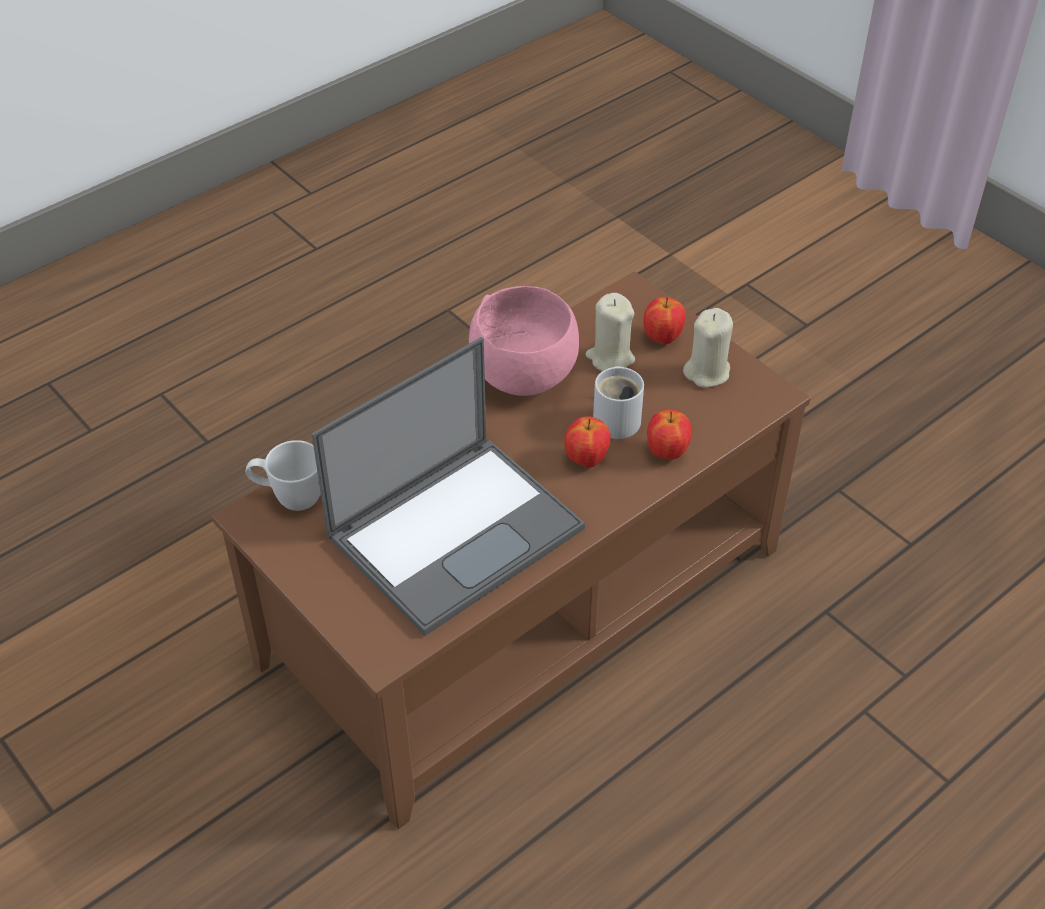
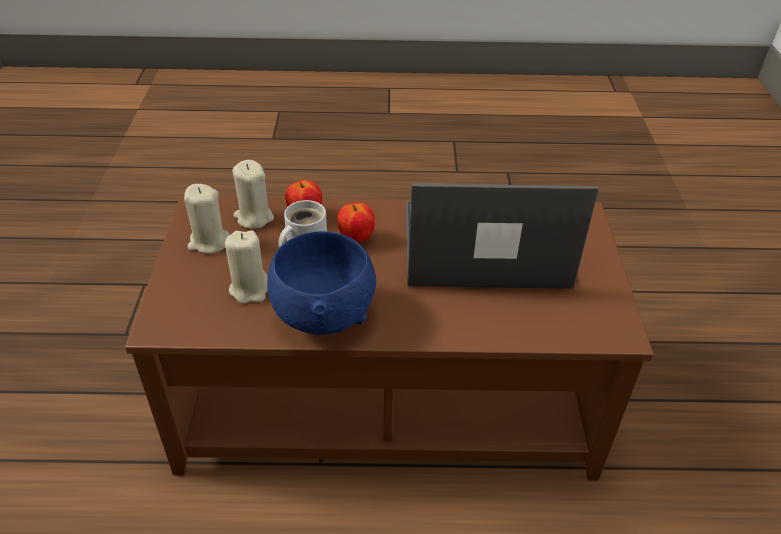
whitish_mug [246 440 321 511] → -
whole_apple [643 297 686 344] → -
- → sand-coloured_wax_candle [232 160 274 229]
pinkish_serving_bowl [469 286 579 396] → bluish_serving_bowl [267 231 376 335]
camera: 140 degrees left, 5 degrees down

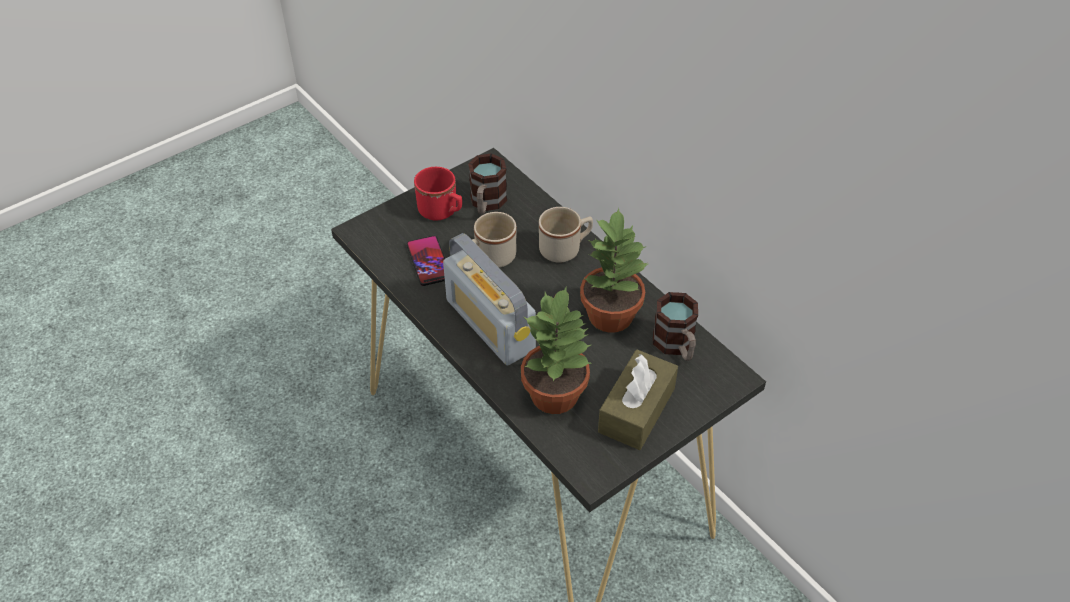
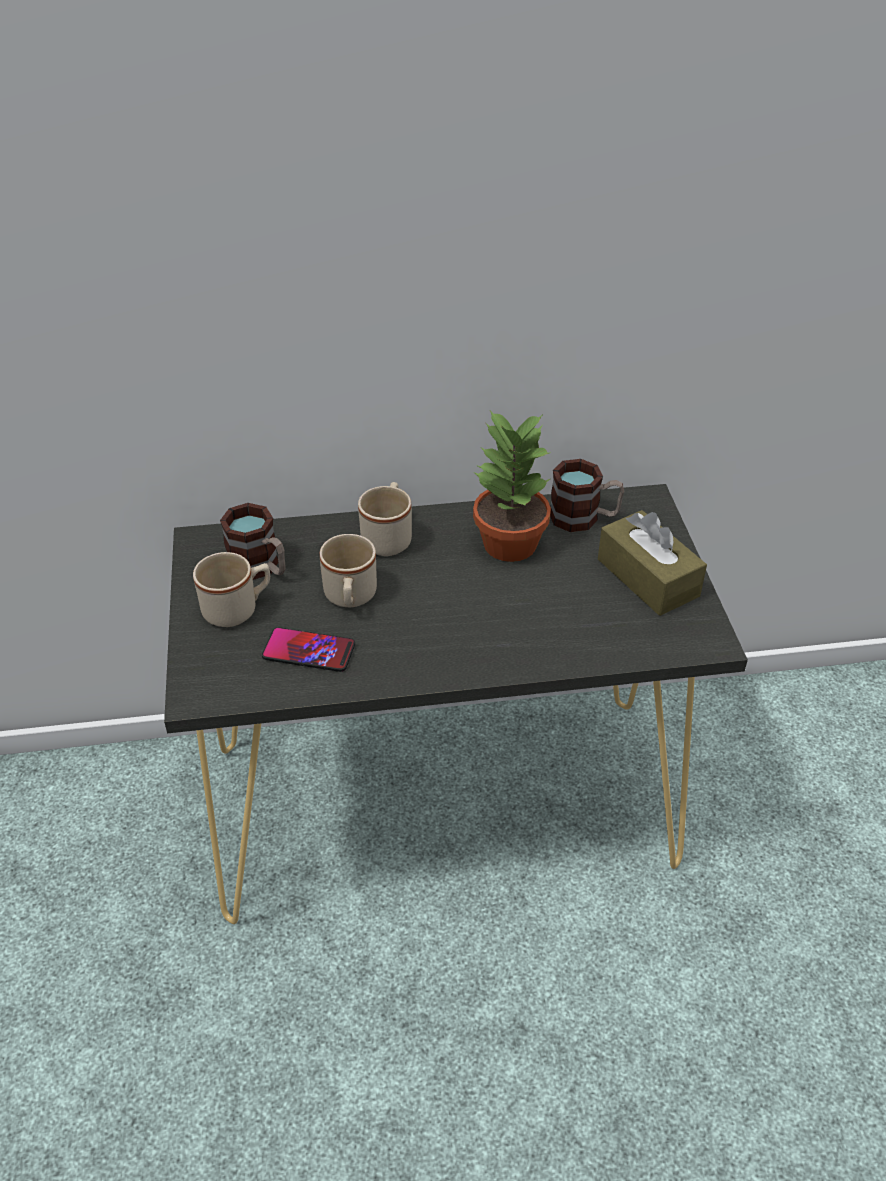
radio [443 233 536 365] → -
houseplant [521 287 591 414] → -
red-coloured_mug [414 167 462 221] → sand-coloured_mug [193 552 270 627]
camera: 60 degrees left, 5 degrees down

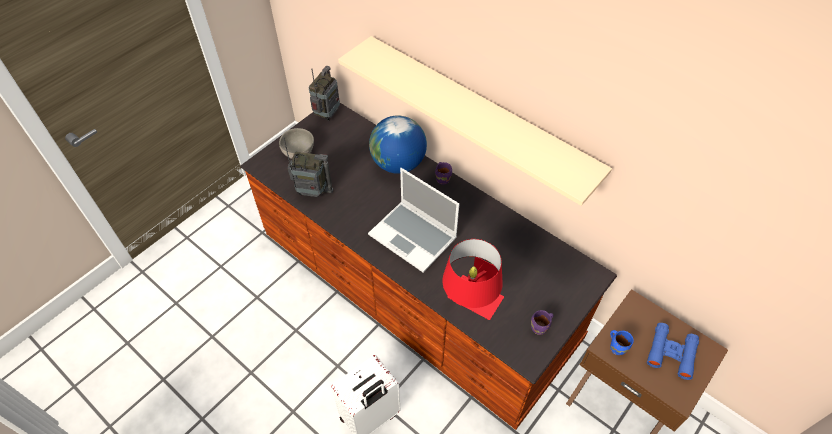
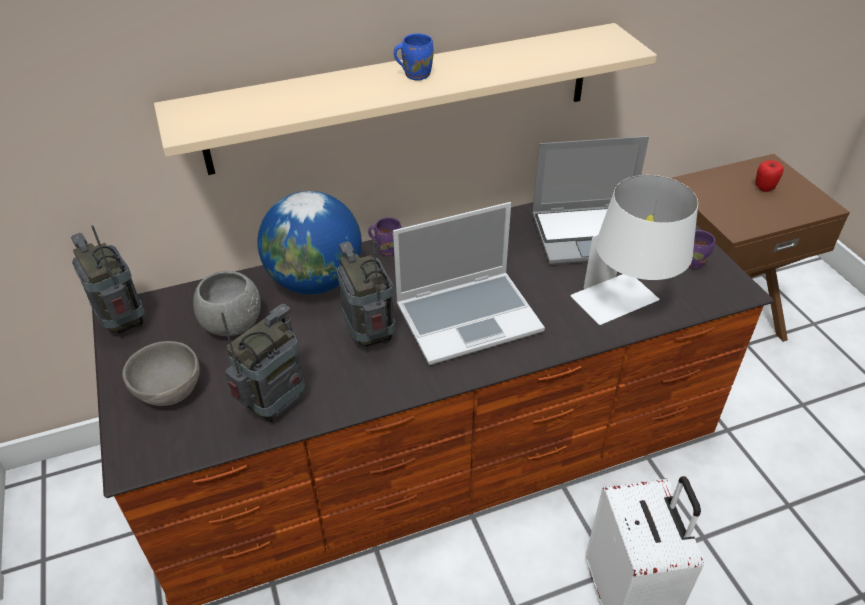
- → greyish_serving_bowl [193 271 261 336]
- → radio [337 241 395 347]
- → laptop [532 136 649 265]
bluish_mug [610 330 634 355] → bluish_mug [394 33 434 81], move
bluish_binoculars [647 323 699 380] → whole_apple [755 160 784 192]
red-coloured_tabletop_lamp [442 239 504 320] → whitish_tabletop_lamp [571 175 698 325]
camera: 60 degrees left, 10 degrees down

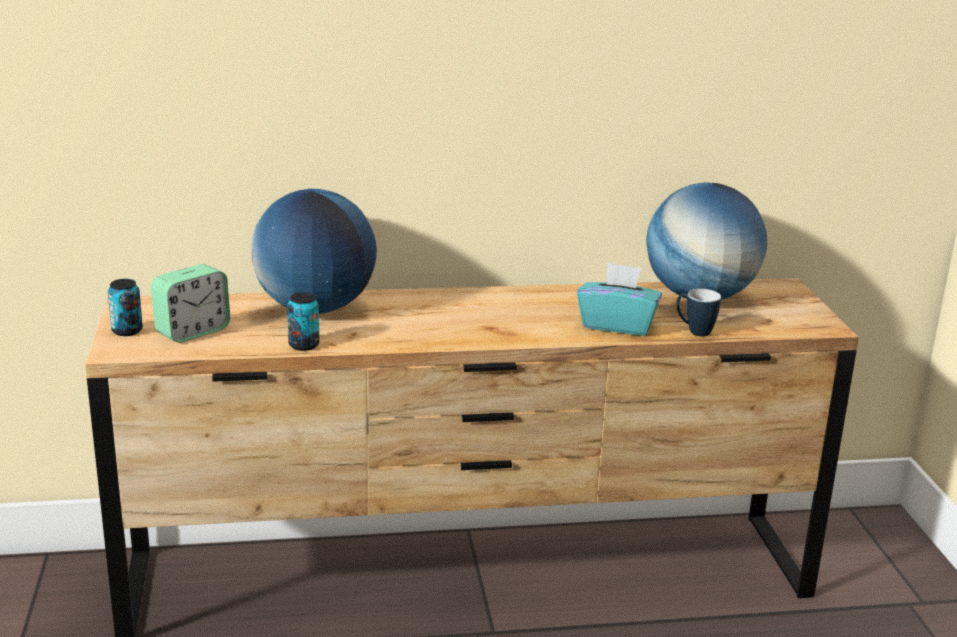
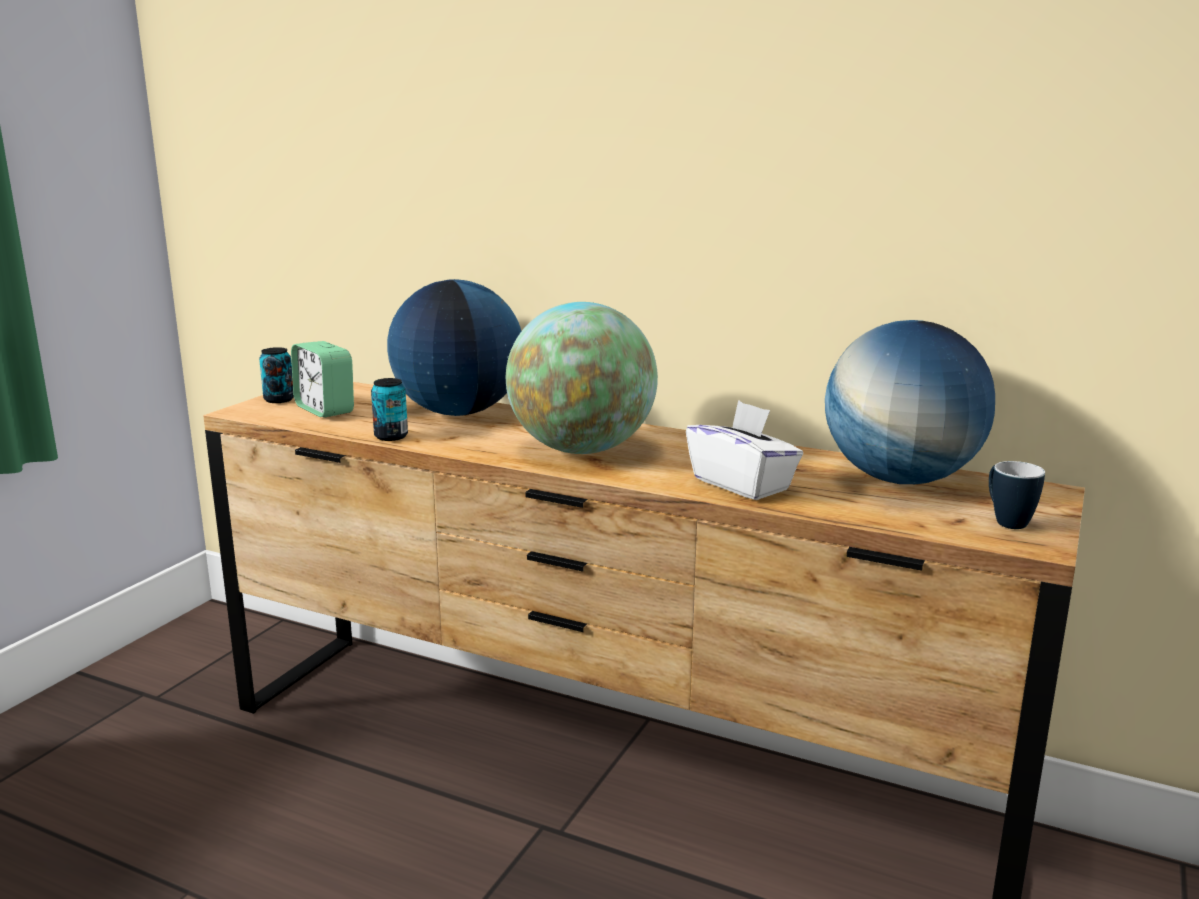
- → world_globe [506 302 658 454]
mug [677 289 721 336] → mug [989 461 1045 529], move
turquoise_tissue_holder [577 263 662 336] → whitish_tissue_holder [686 400 803 500]
alarm_clock [151 264 230 343] → alarm_clock [291 341 354 418], 60 degrees clockwise
camera: 35 degrees right, 5 degrees down

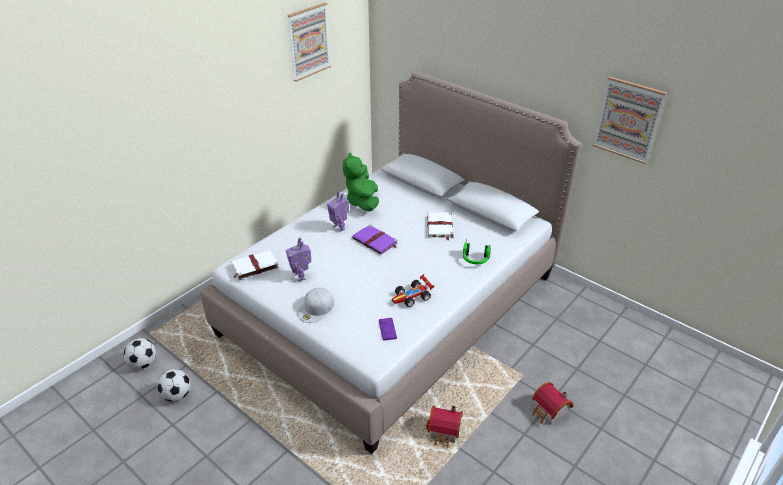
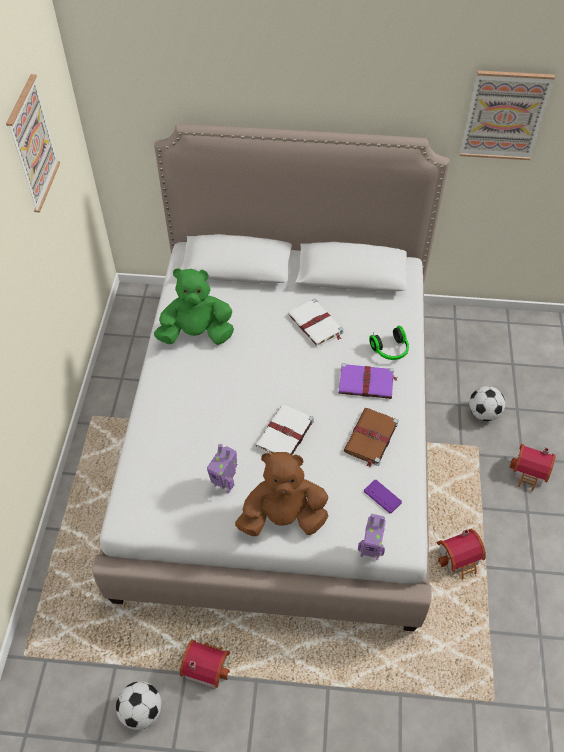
- → model_house [180 640 230 689]
football_ball [124 338 156 369] → football_ball [469 386 505 421], move
whitish_book [231 250 279 280] → whitish_book [255 404 314 455], move
toy_robot [327 191 349 232] → toy_robot [358 514 386 560], move
purple_book [352 224 398 255] → purple_book [339 363 398 399], move
whitish_cap [297 288 334 323] → brown-coloured_soft_toy [235 452 328 536]
model_car [392 274 434 307] → brown-coloured_book [344 408 399 467]
greenish_soft_toy [343 152 379 211] → greenish_soft_toy [154 268 234 345], 120 degrees clockwise
camera: 35 degrees left, 15 degrees up

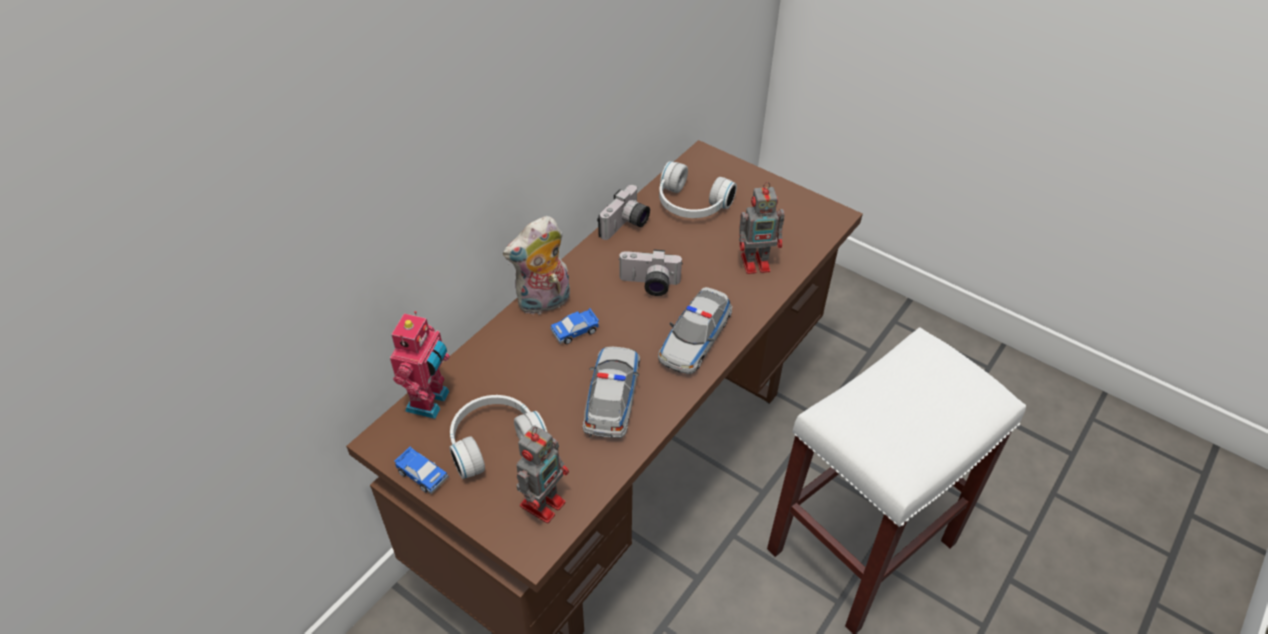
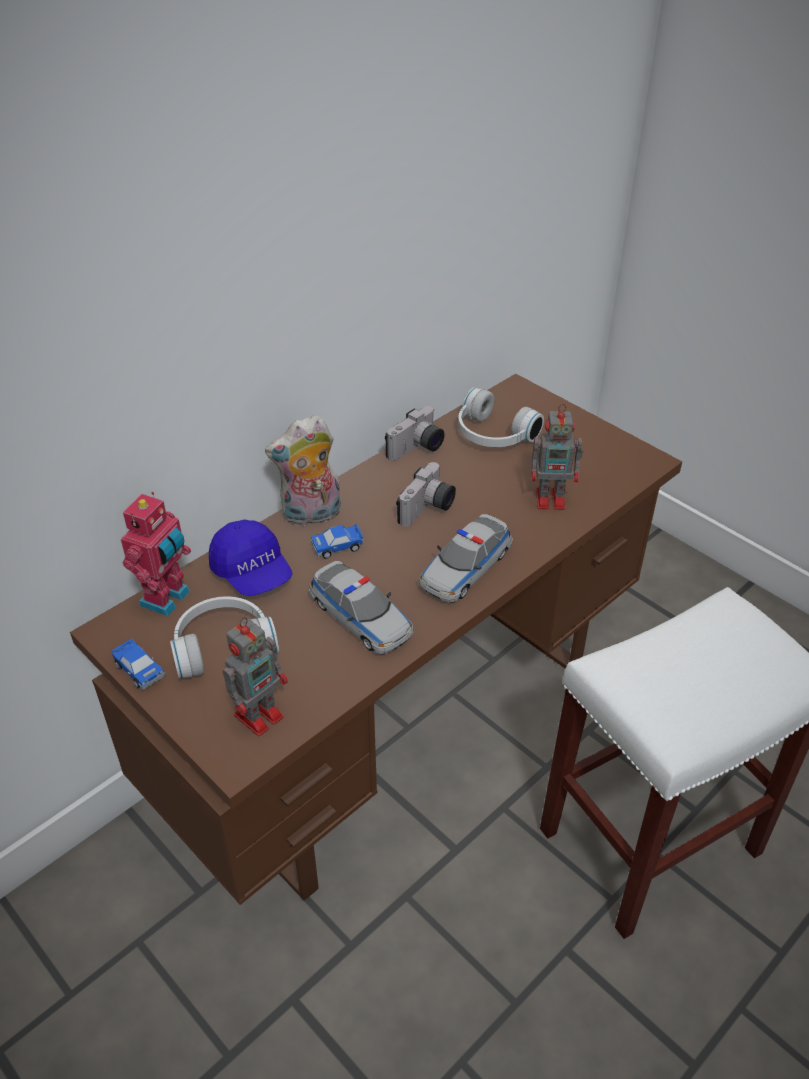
- → bluish_cap [209 519 293 596]
model_car [583 346 640 438] → model_car [308 561 414 654], 120 degrees clockwise
still_camera [618 249 682 296] → still_camera [396 462 456 527], 75 degrees counterclockwise
camera: 10 degrees right, 5 degrees down

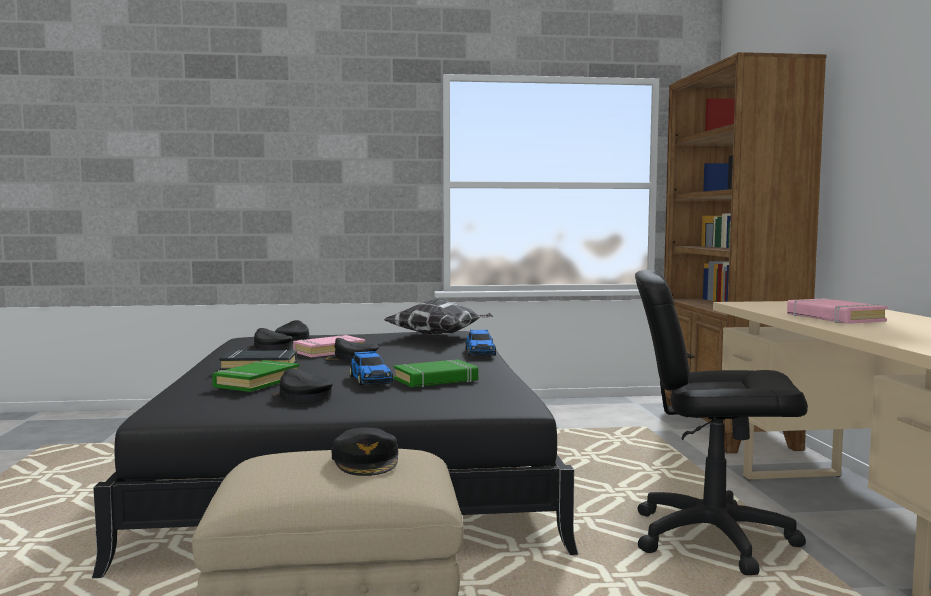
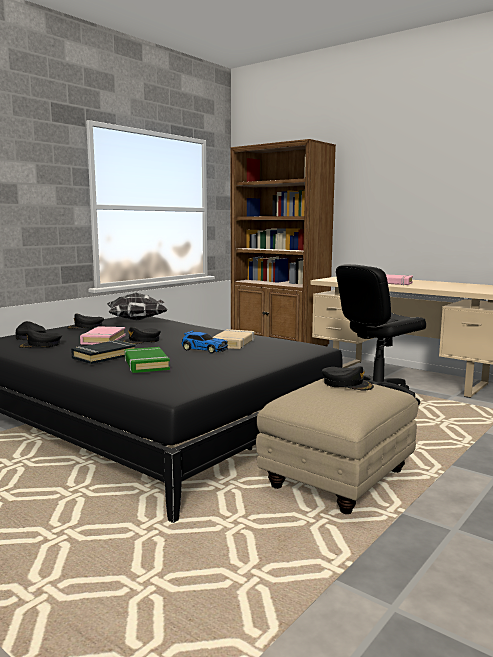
model_car [465 330 496 356] → -
black_cap [271 368 333 402] → black_cap [67 314 104 329], move
greenish_book [394 359 478 387] → sand-coloured_book [213 329 255 349]
camera: 45 degrees left, 5 degrees up

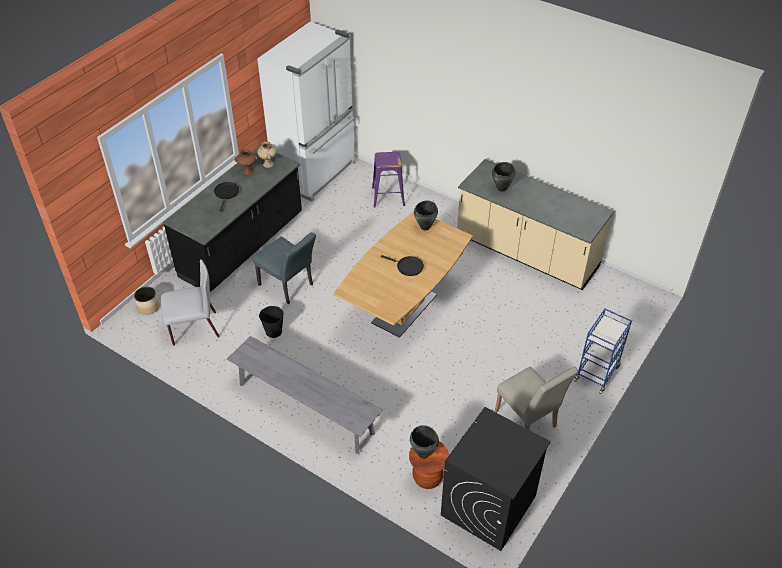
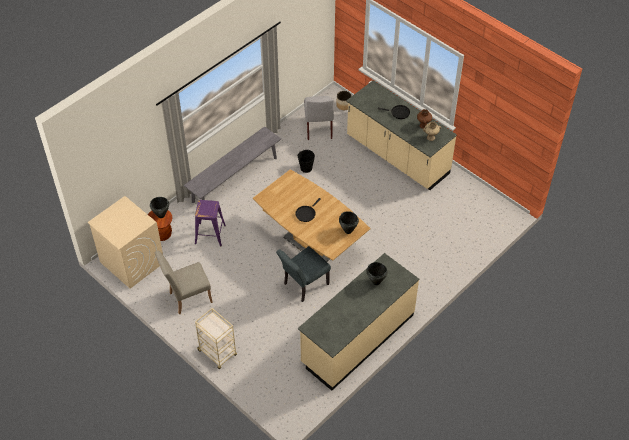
whitish_refrigerator [257 22 356 202] → -
greyish_upright_chair [253 232 316 304] → greyish_upright_chair [276 246 331 302], move
purple_sitting_stool [372 152 405 208] → purple_sitting_stool [195 200 226 246], move
black_counter [163 146 302 292] → sand-coloured_counter [346 80 457 190]
black_washing_machine [441 407 551 551] → sand-coloured_washing_machine [88 196 163 289]
bluish_wheeled_cart [574 309 632 394] → sand-coloured_wheeled_cart [195 308 237 369]
camera: 100 degrees right, 5 degrees up

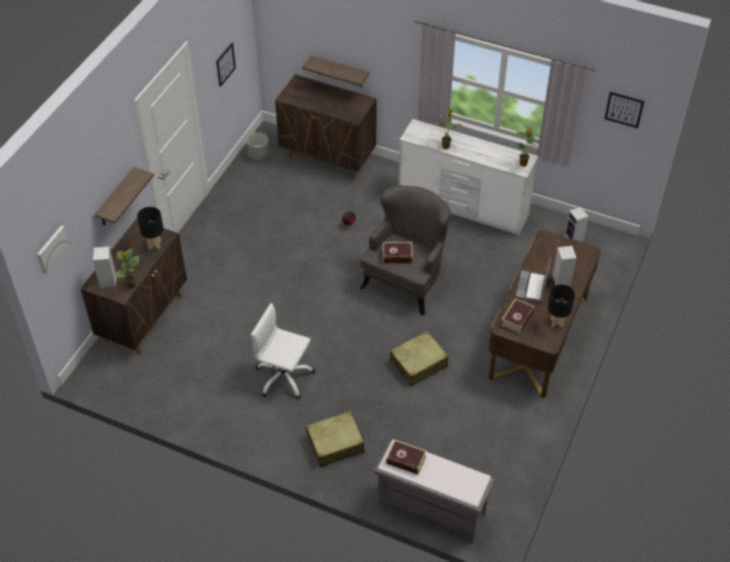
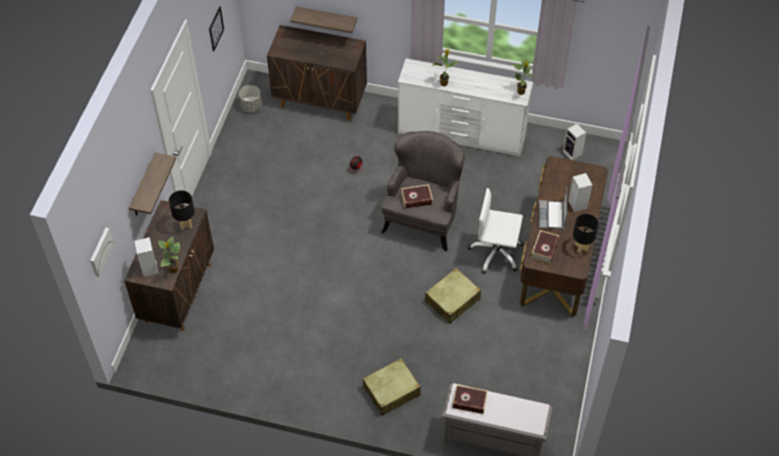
wall_picture [604 92 644 128] → -
whitish_computer_chair [251 303 315 400] → whitish_computer_chair [468 188 523 274], move
camera: 10 degrees left, 5 degrees up

